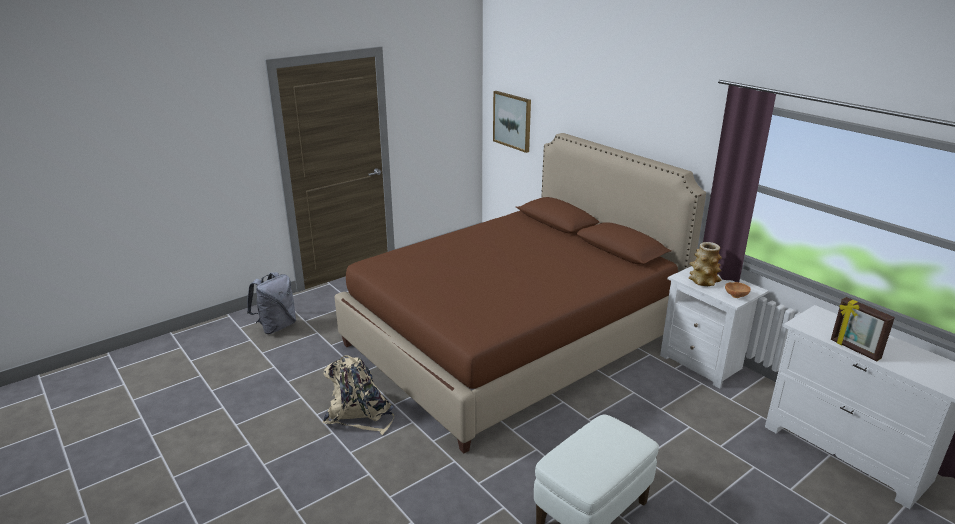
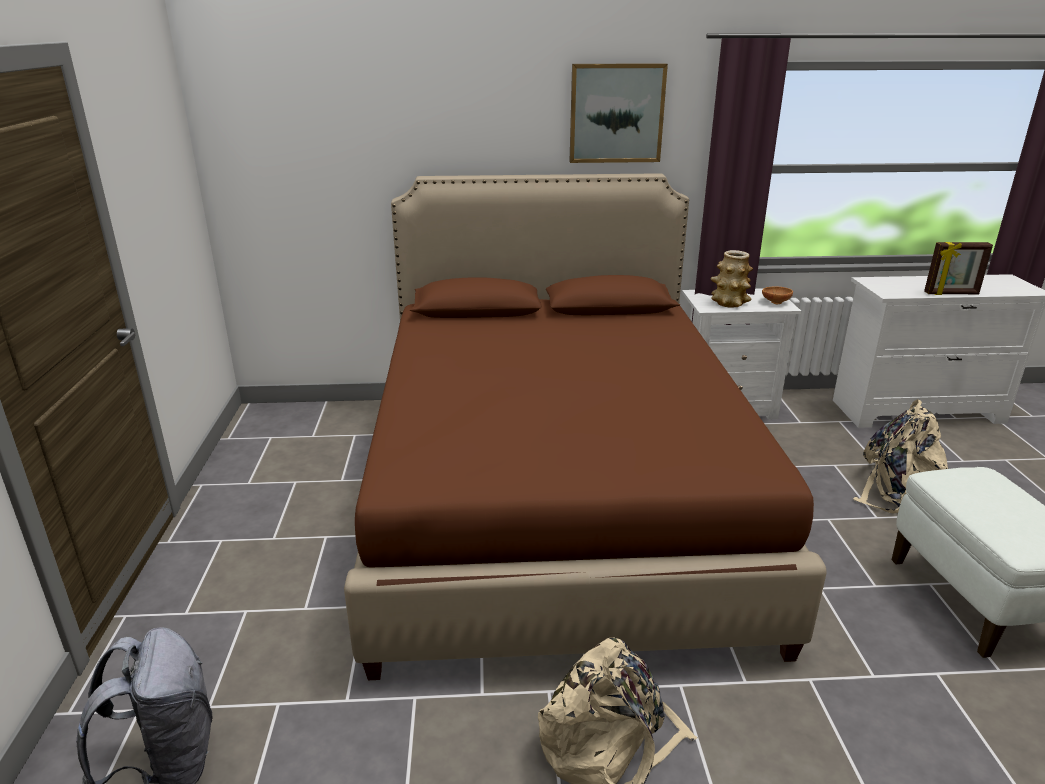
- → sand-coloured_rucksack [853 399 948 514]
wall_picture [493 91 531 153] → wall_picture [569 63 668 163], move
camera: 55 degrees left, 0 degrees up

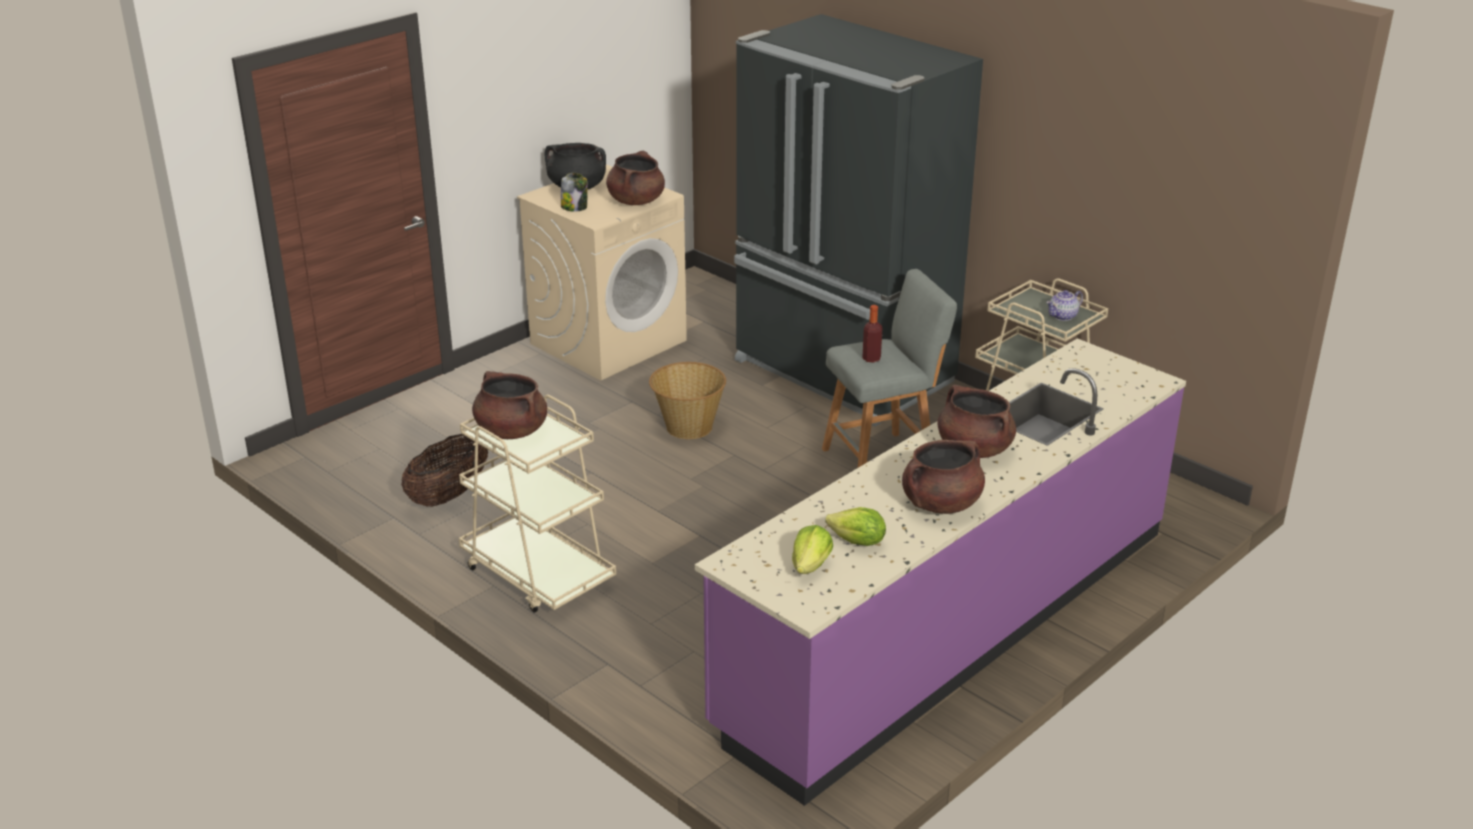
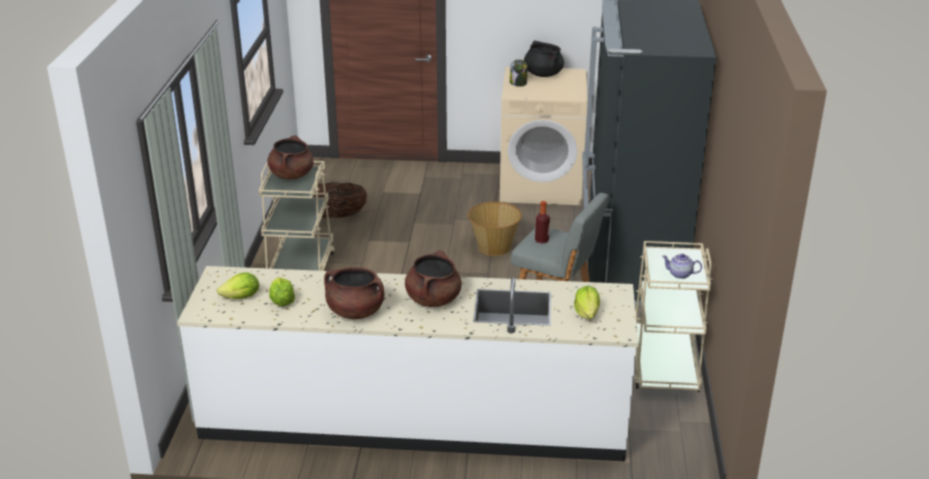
brown-coloured_cooking_pot [606 151 665 205] → -
- → lettuce [574 286 600 319]
purple_counter [695 338 1186 806] → whitish_counter [177 266 639 461]
camera: 50 degrees right, 0 degrees up

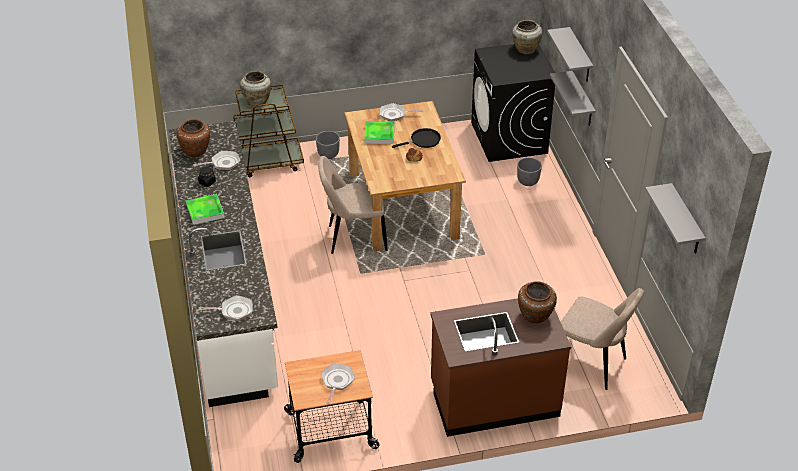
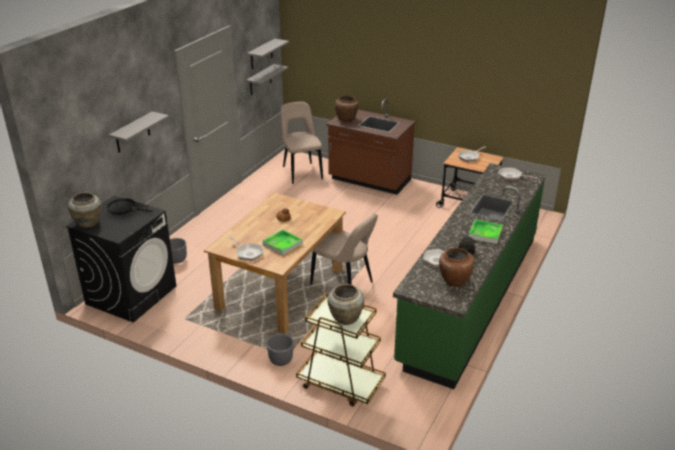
black_pan [392 128 441 148] → black_pan [107 198 153 214], move
greyish_shelf [550 71 596 126] → greyish_shelf [246 64 288 95], move
whitish_counter [169 121 278 407] → greenish_counter [393 163 546 389]
camera: 140 degrees left, 10 degrees down

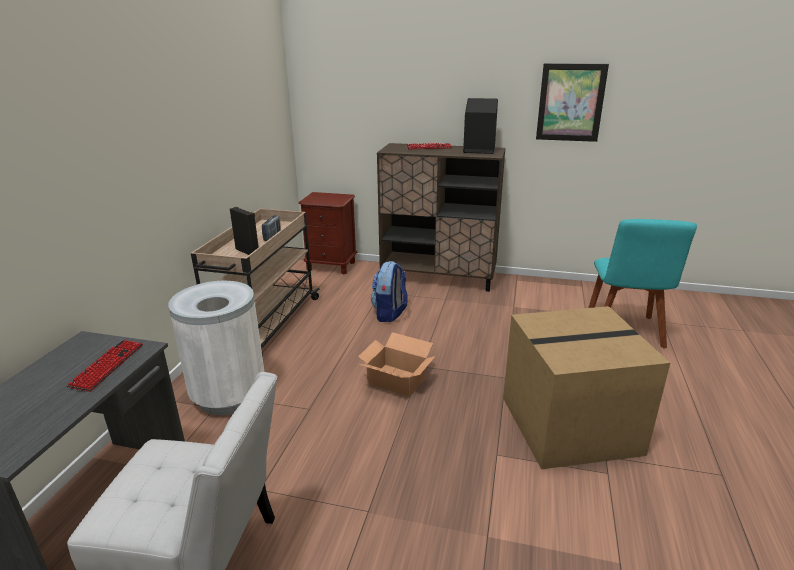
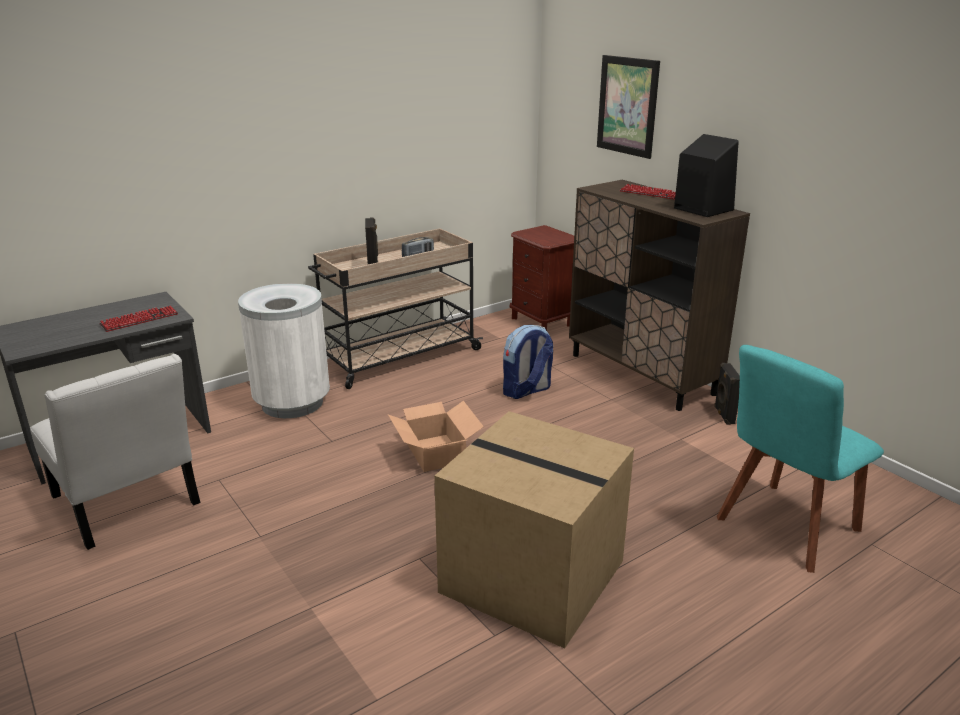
- → black_speaker [714 363 740 425]
wall_picture [536 63 609 142] → wall_picture [597 55 660 159], move
camera: 40 degrees right, 0 degrees up

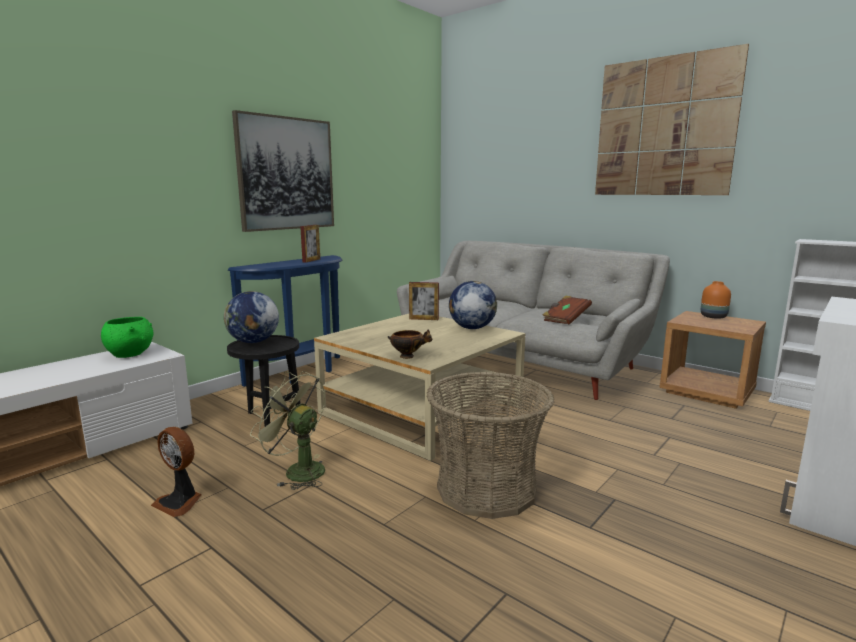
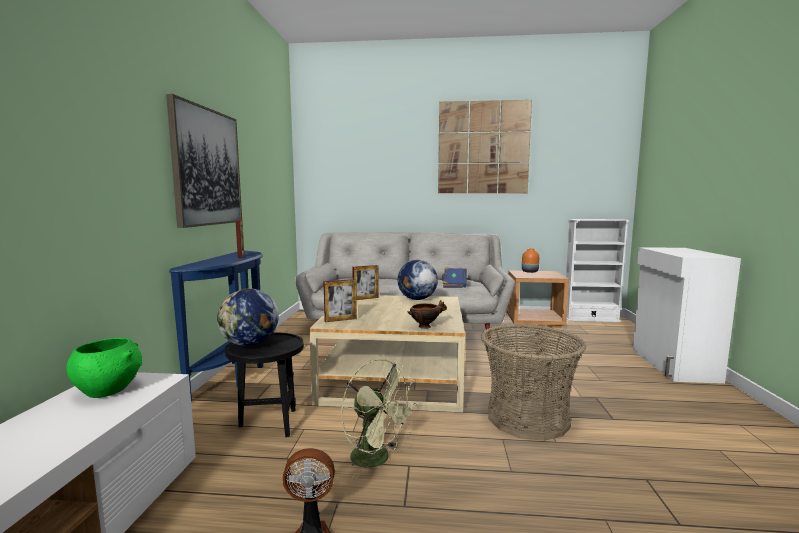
- → photo_frame [323 279 357 322]
brown-coloured_book [543 296 592 325] → bluish_book [442 268 467 288]
greenish_cooling_fan [250 371 325 490] → greenish_cooling_fan [341 359 418 479], 135 degrees counterclockwise
camera: 35 degrees left, 5 degrees down

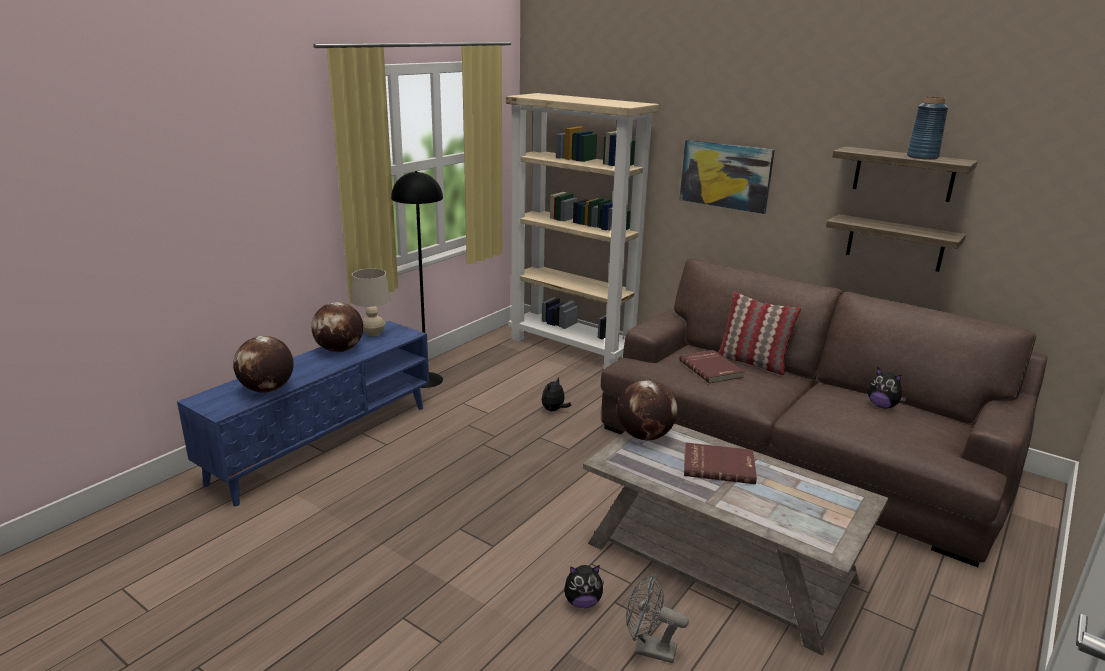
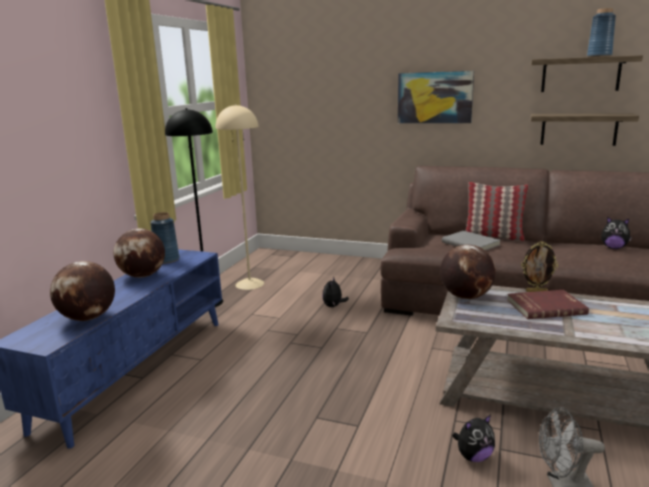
sand-coloured_bookshelf [506 93 659 369] → -
- → sand-coloured_floor_lamp [216 104 264 290]
- → photo_frame [521 241 558 292]
sand-coloured_tabletop_lamp [351 268 391 336] → bluish_vase [150 212 180 264]
red-coloured_book [679 350 745 383] → greyish_book [442 231 501 251]
camera: 15 degrees left, 5 degrees down

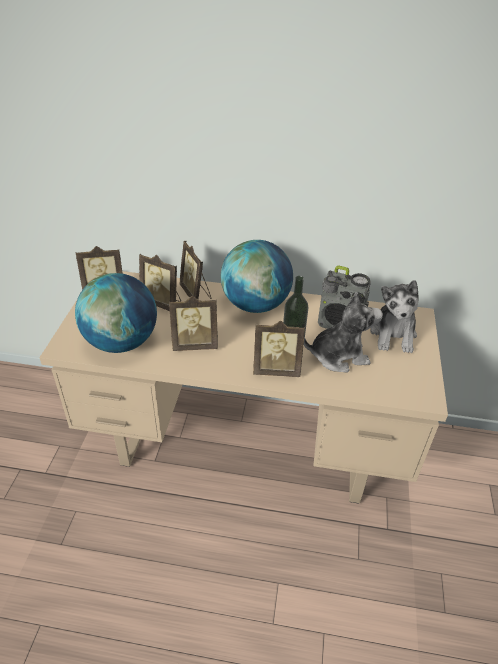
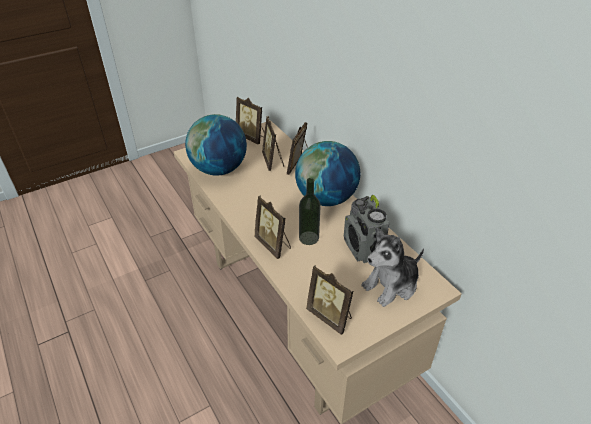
soft_toy [304 292 383 373] → -
photo_frame [169 296 218 351] → photo_frame [306 265 353 335], move
camera: 50 degrees right, 0 degrees up

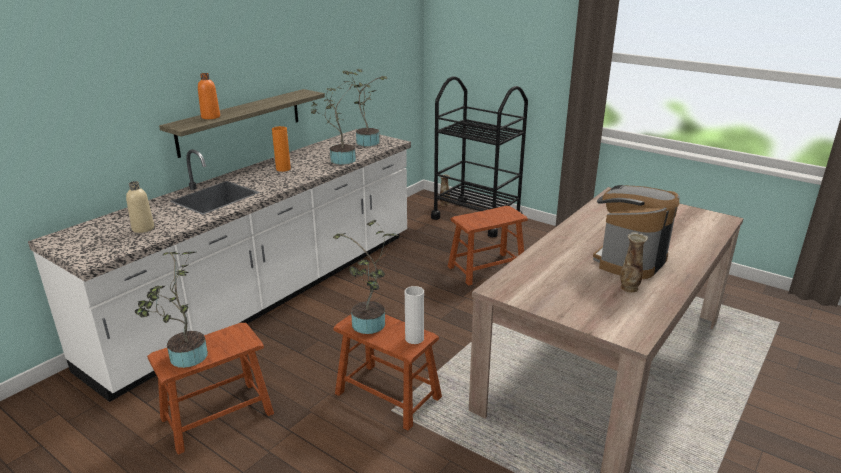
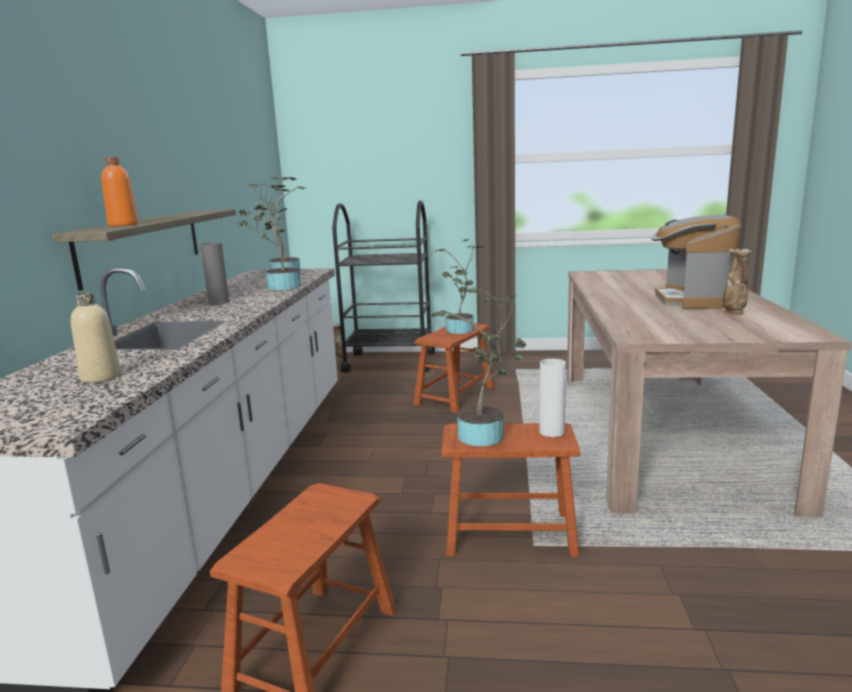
houseplant [135 252 208 368] → houseplant [435 239 483 334], move
orangey_vase [272 126 291 172] → greyish_vase [200 242 229 305]
camera: 30 degrees left, 10 degrees down

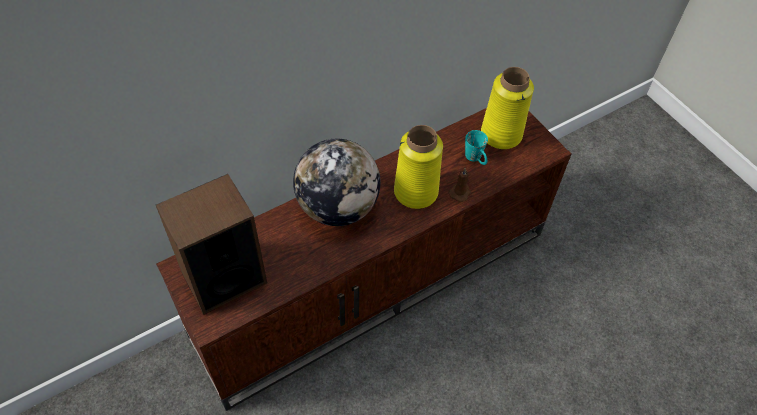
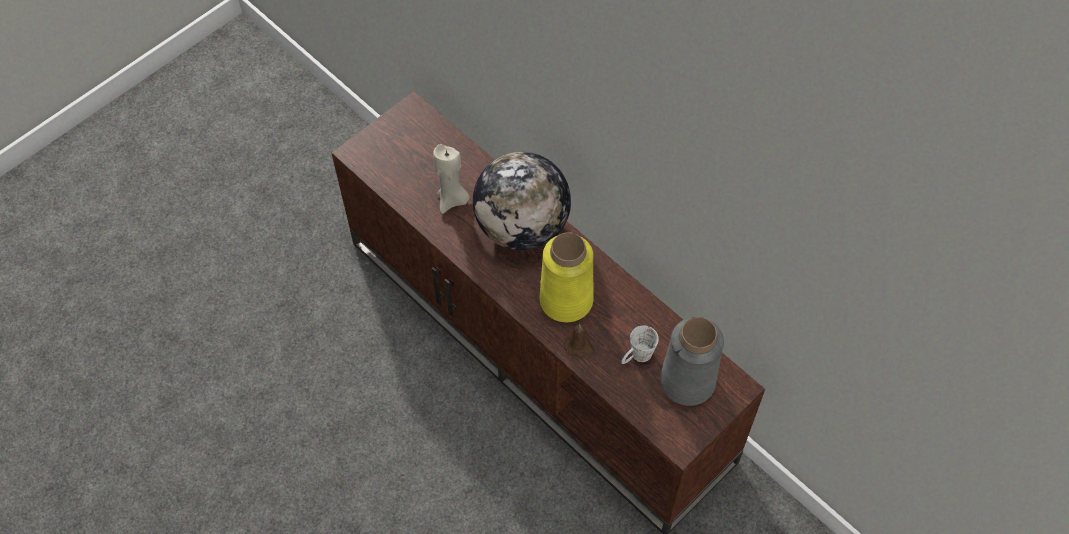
speaker [156 174 267 315] → -
- → sand-coloured_wax_candle [433 144 470 214]
turquoise_mug [465 130 488 165] → whitish_mug [621 326 659 364]
yellow-coloured_vase [481 67 534 149] → greyish_vase [660 317 724 406]
camera: 80 degrees right, 5 degrees up

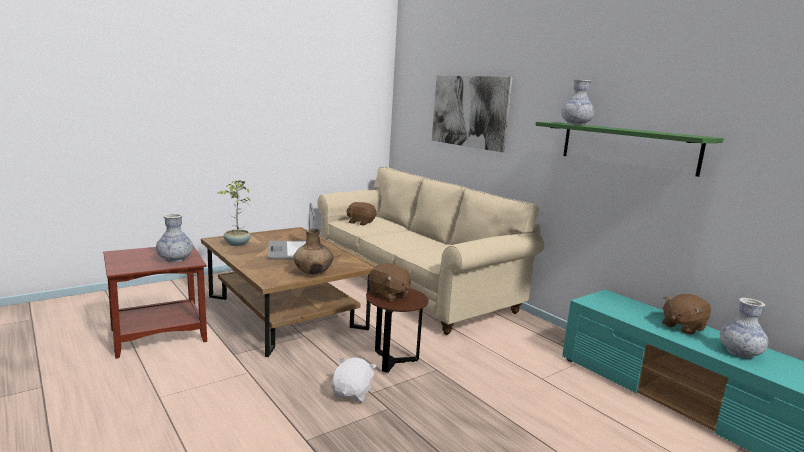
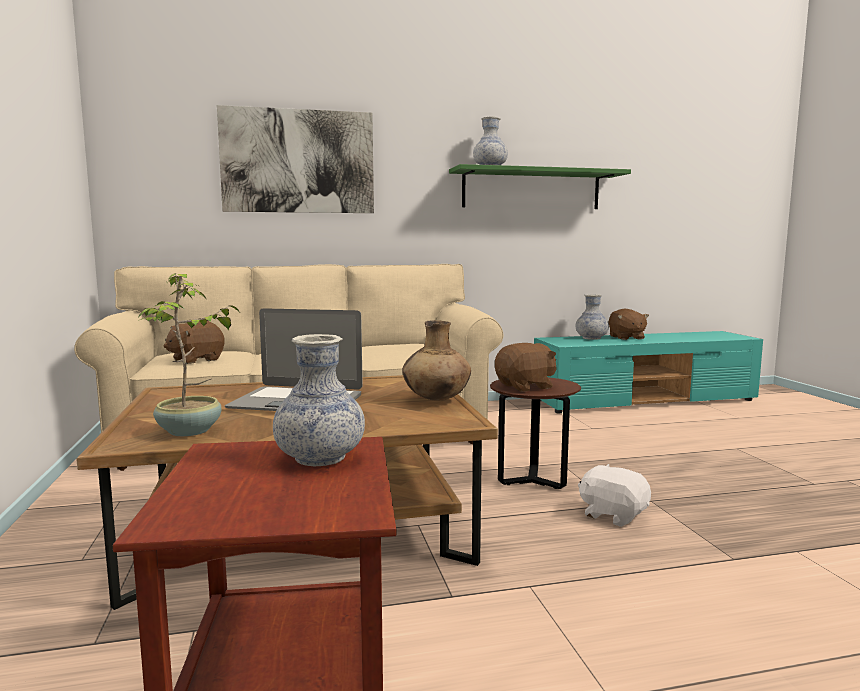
vase [720 298 768 358] → vase [576 294 609 340], move
camera: 65 degrees left, 5 degrees down

